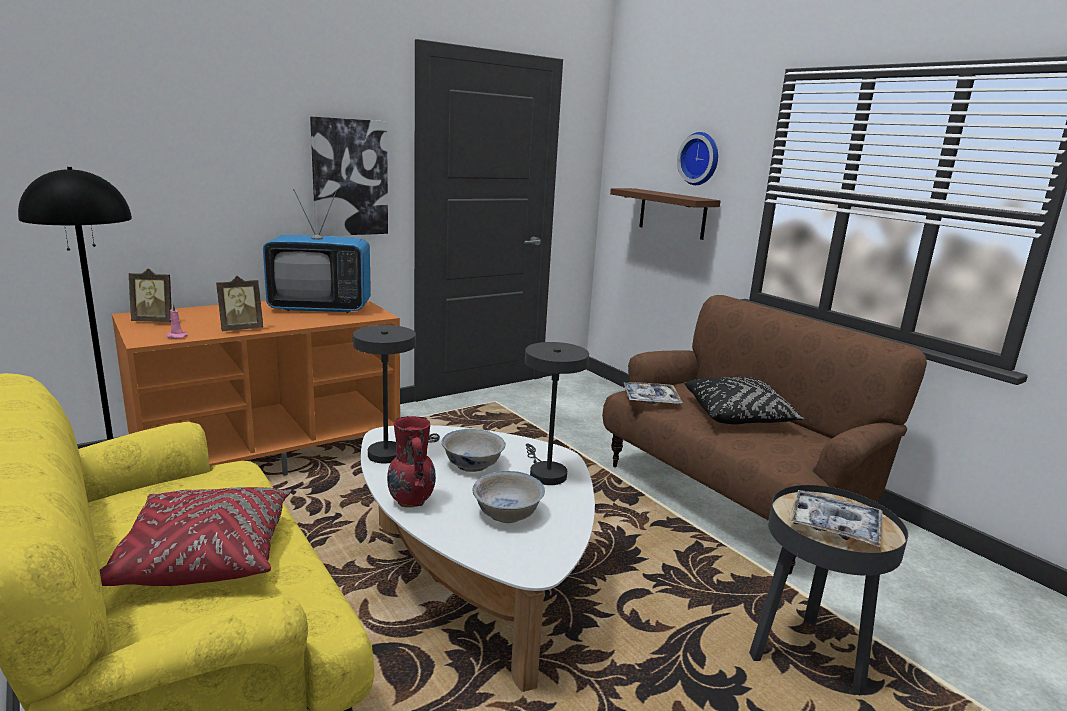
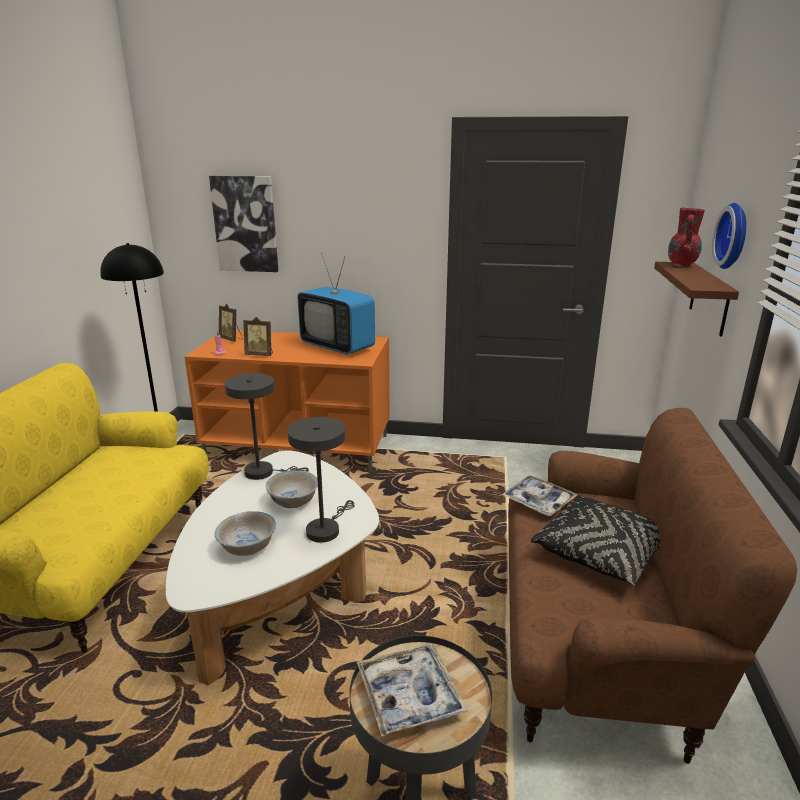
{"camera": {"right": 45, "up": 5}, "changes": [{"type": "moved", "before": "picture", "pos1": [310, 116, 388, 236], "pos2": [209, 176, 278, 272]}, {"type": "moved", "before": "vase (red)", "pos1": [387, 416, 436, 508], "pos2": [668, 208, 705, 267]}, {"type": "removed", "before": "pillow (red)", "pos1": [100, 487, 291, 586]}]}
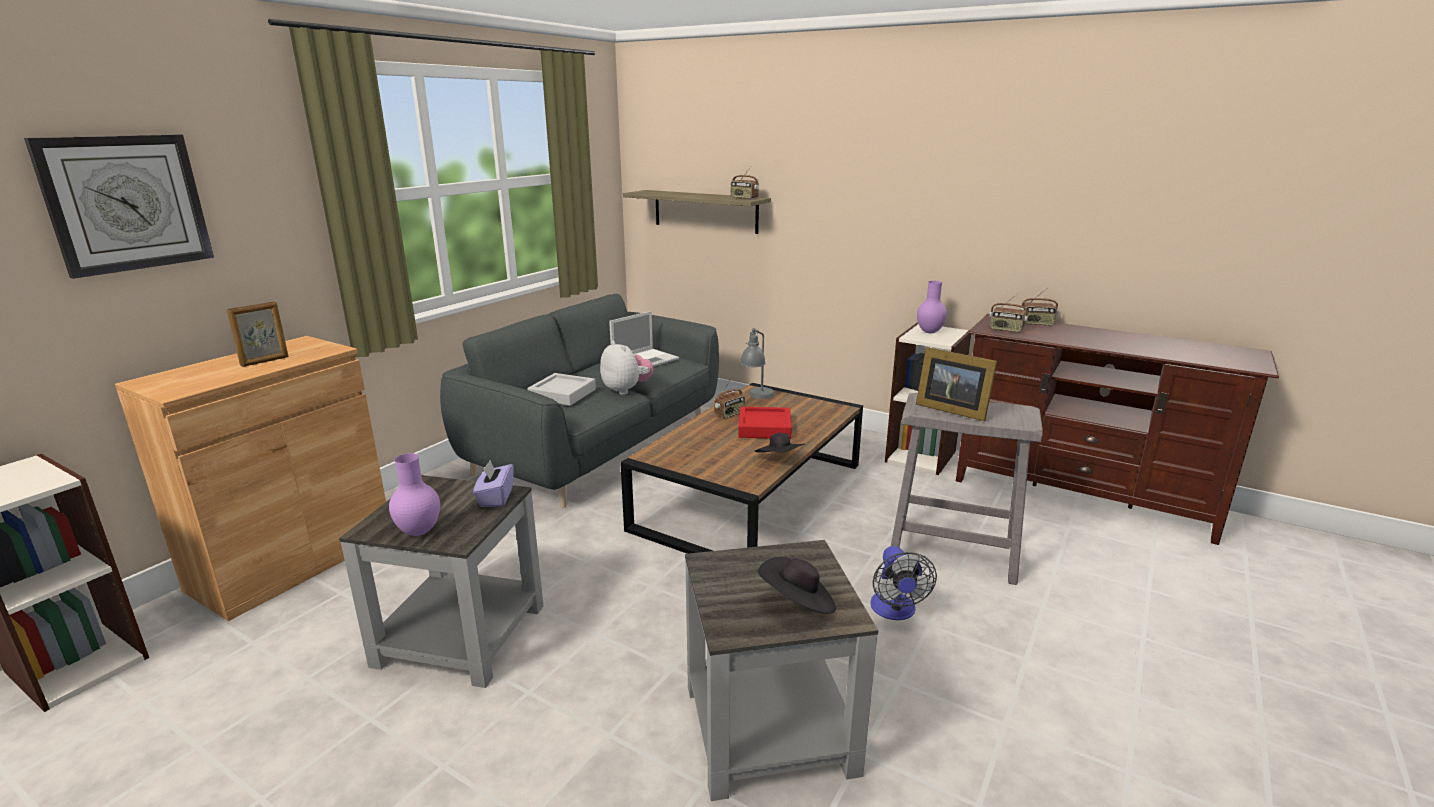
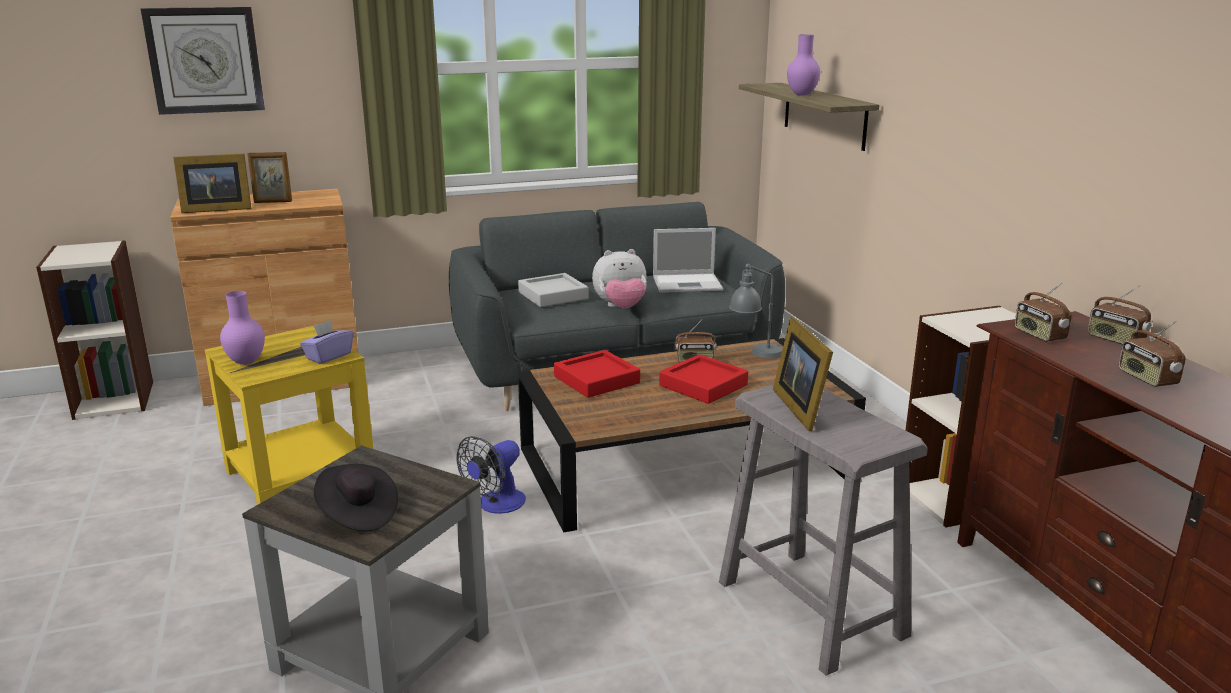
{"camera": {"right": 40, "up": 0}, "changes": [{"type": "added", "after": "picture frame", "pos2": [173, 153, 251, 213]}, {"type": "recoloured", "before": "side table (grey)", "after": "side table (yellow)", "pos1": [339, 475, 543, 688], "pos2": [205, 326, 374, 505]}, {"type": "moved", "before": "fan", "pos1": [870, 546, 937, 620], "pos2": [456, 436, 526, 514]}, {"type": "added", "after": "tray (red)", "pos2": [554, 350, 640, 398]}, {"type": "turned", "before": "plush toy", "pos1": [600, 340, 653, 395], "pos2": [592, 249, 647, 309], "turn": 75}, {"type": "moved", "before": "vase (purple)", "pos1": [917, 281, 947, 333], "pos2": [787, 34, 820, 96]}, {"type": "moved", "before": "radio", "pos1": [731, 167, 759, 199], "pos2": [1119, 321, 1186, 387]}, {"type": "removed", "before": "hat (black)", "pos1": [755, 433, 805, 453]}]}
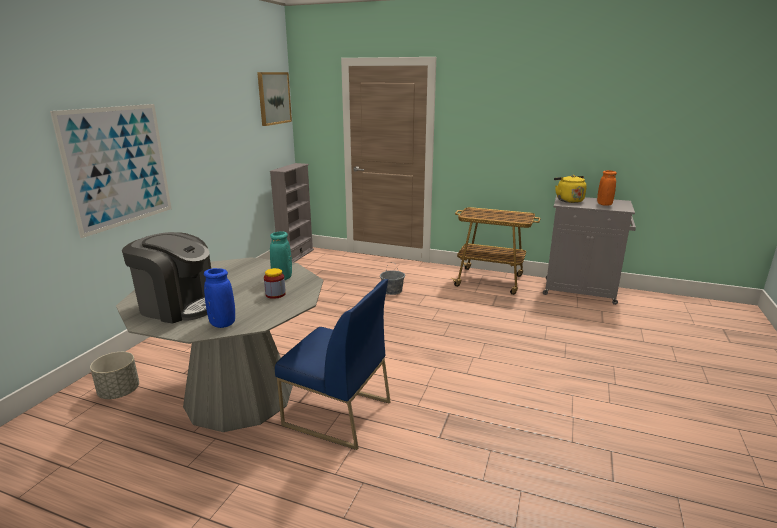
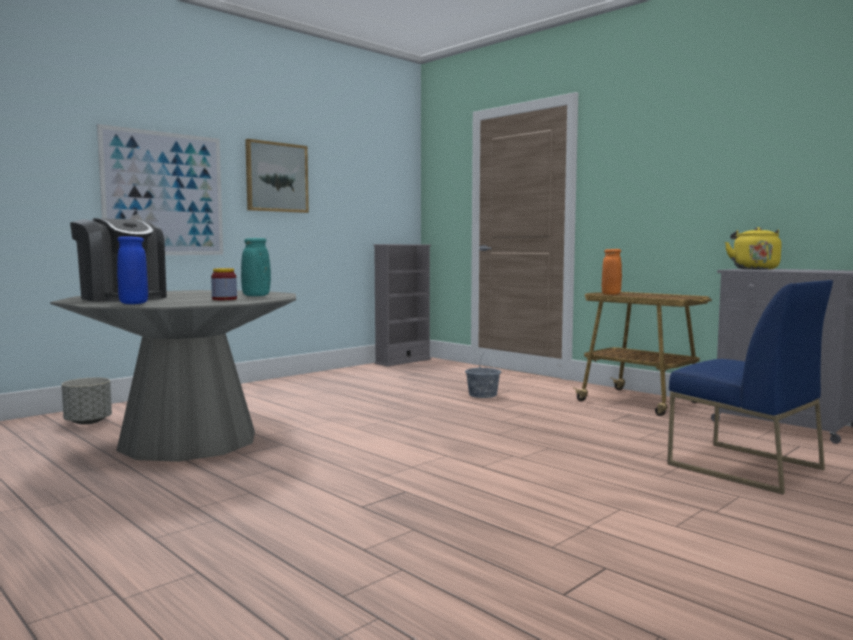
{"camera": {"right": 25, "up": -15}, "changes": [{"type": "moved", "before": "picture", "pos1": [257, 72, 292, 126], "pos2": [245, 139, 309, 213]}, {"type": "moved", "before": "vase (orange)", "pos1": [597, 170, 617, 206], "pos2": [602, 249, 622, 295]}, {"type": "moved", "before": "chair (blue)", "pos1": [275, 279, 391, 450], "pos2": [667, 280, 833, 494]}]}
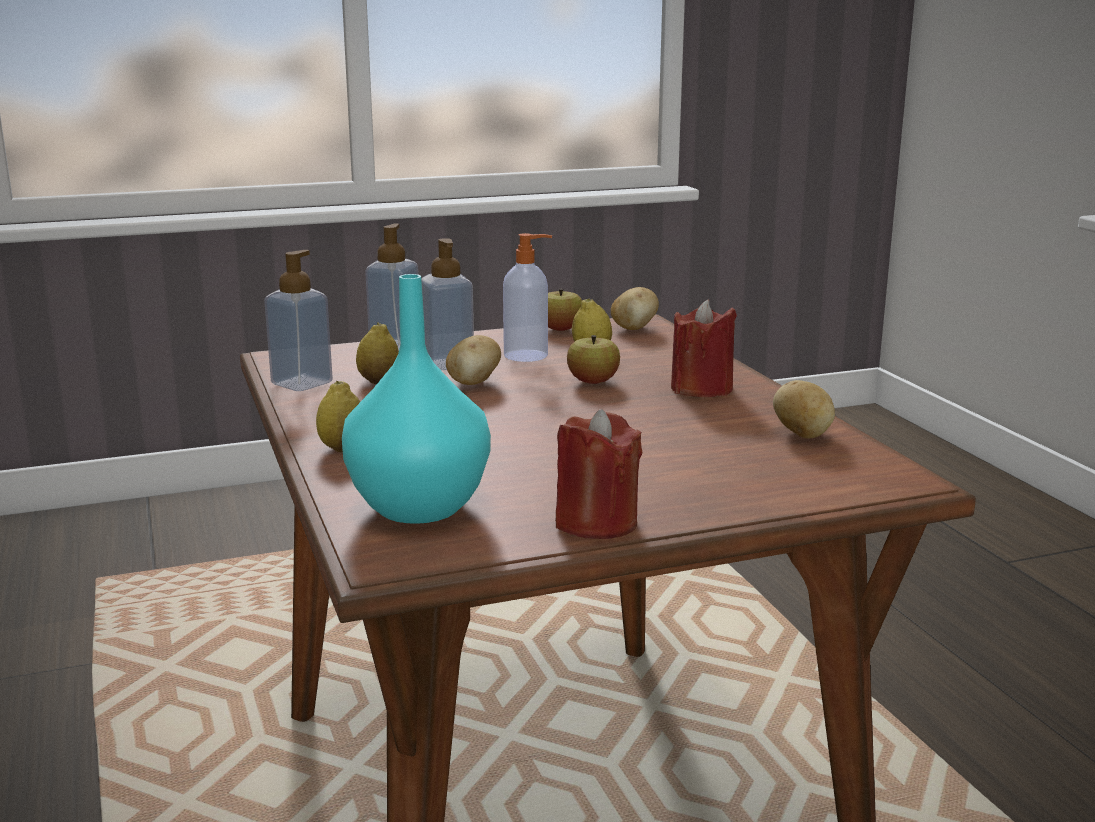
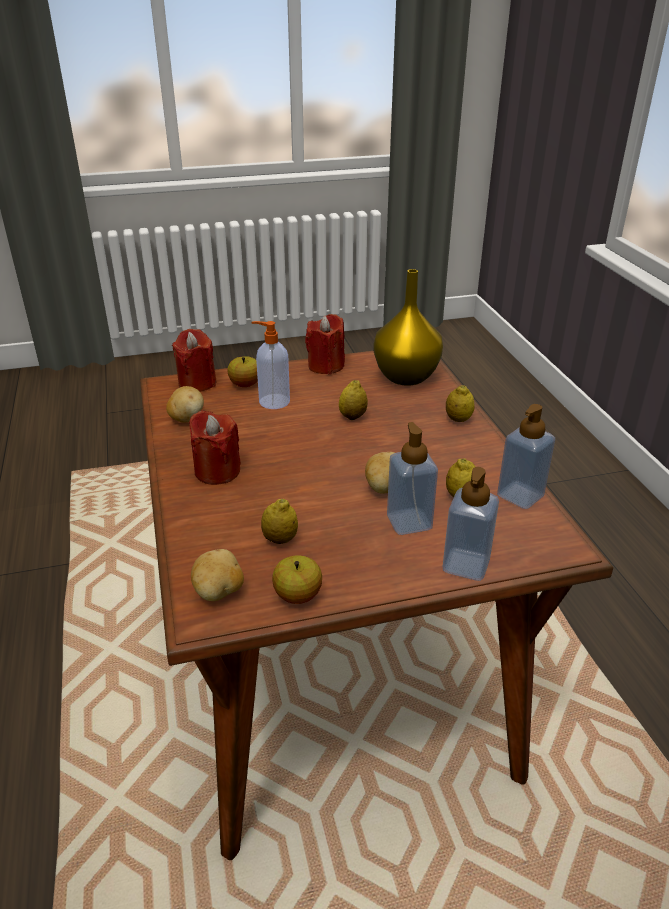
{"camera": {"right": -175, "up": 15}, "changes": [{"type": "added", "after": "candle (red)", "pos2": [172, 329, 216, 392]}, {"type": "moved", "before": "apple", "pos1": [567, 335, 620, 384], "pos2": [227, 356, 258, 387]}, {"type": "moved", "before": "soap dispenser", "pos1": [503, 233, 552, 362], "pos2": [251, 321, 290, 409]}, {"type": "added", "after": "lemon", "pos2": [339, 380, 368, 420]}, {"type": "recoloured", "before": "vase (turquoise)", "after": "vase (yellow)", "pos1": [342, 274, 491, 524], "pos2": [373, 269, 443, 386]}]}
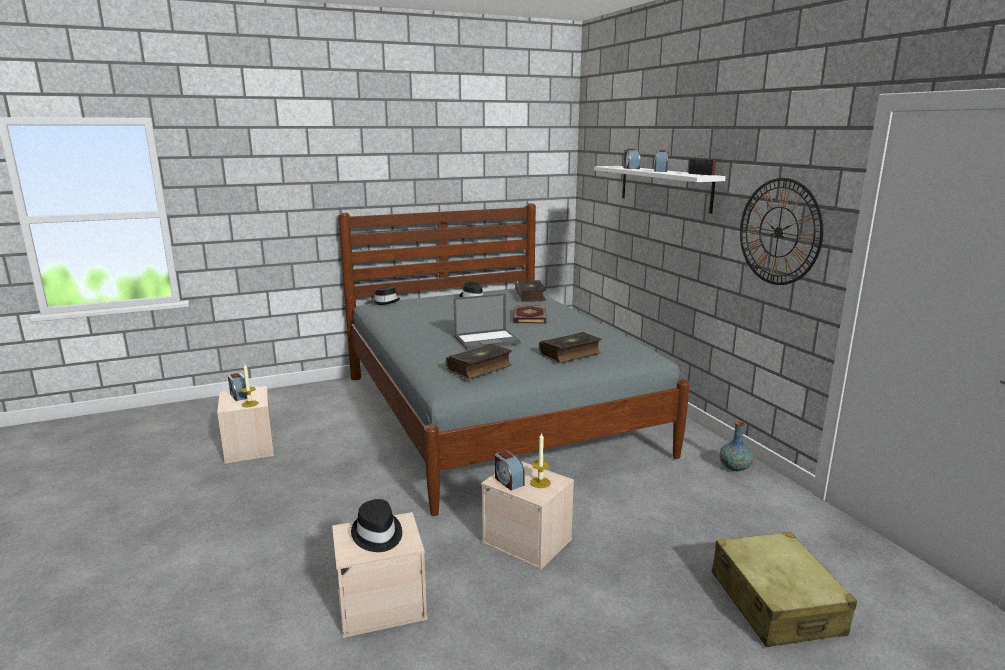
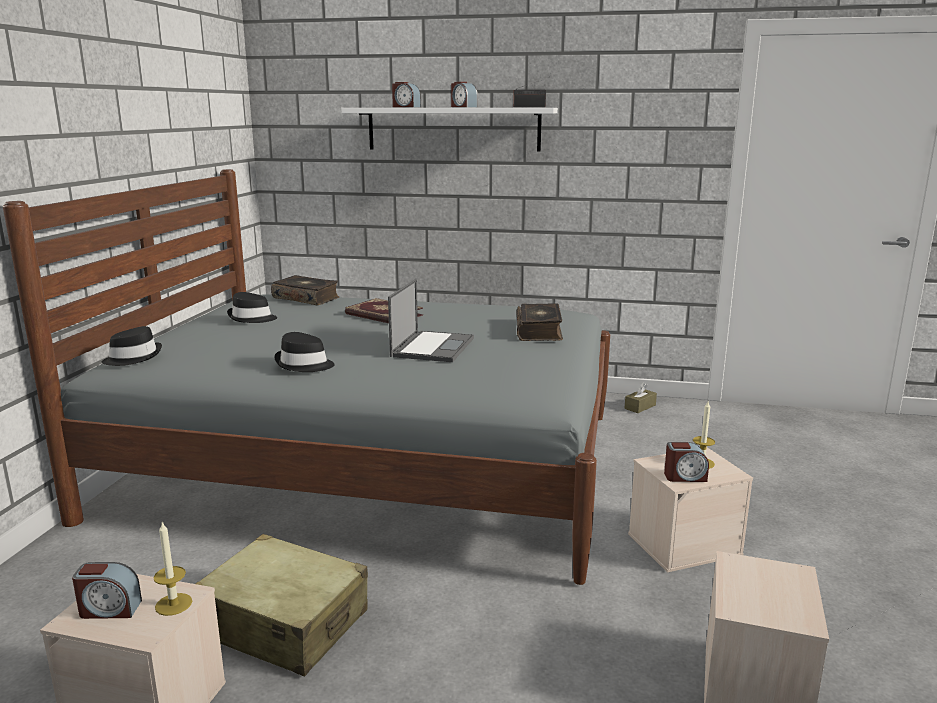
{"camera": {"right": -55, "up": 0}, "changes": [{"type": "moved", "before": "suitcase (beige)", "pos1": [712, 532, 857, 647], "pos2": [196, 534, 368, 676]}, {"type": "moved", "before": "hat (black)", "pos1": [351, 499, 402, 552], "pos2": [274, 332, 335, 372]}, {"type": "replaced", "before": "vase", "after": "tissue box (brown)", "pos1": [719, 421, 754, 471], "pos2": [624, 382, 657, 413]}, {"type": "removed", "before": "book", "pos1": [446, 344, 512, 379]}, {"type": "removed", "before": "wall clock", "pos1": [740, 178, 823, 285]}]}
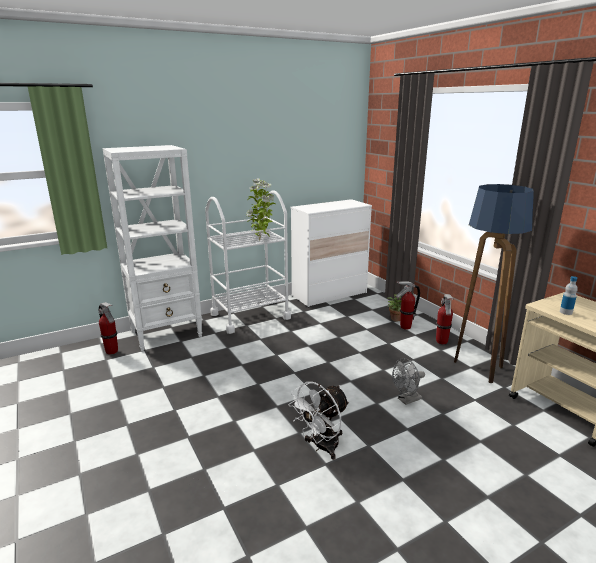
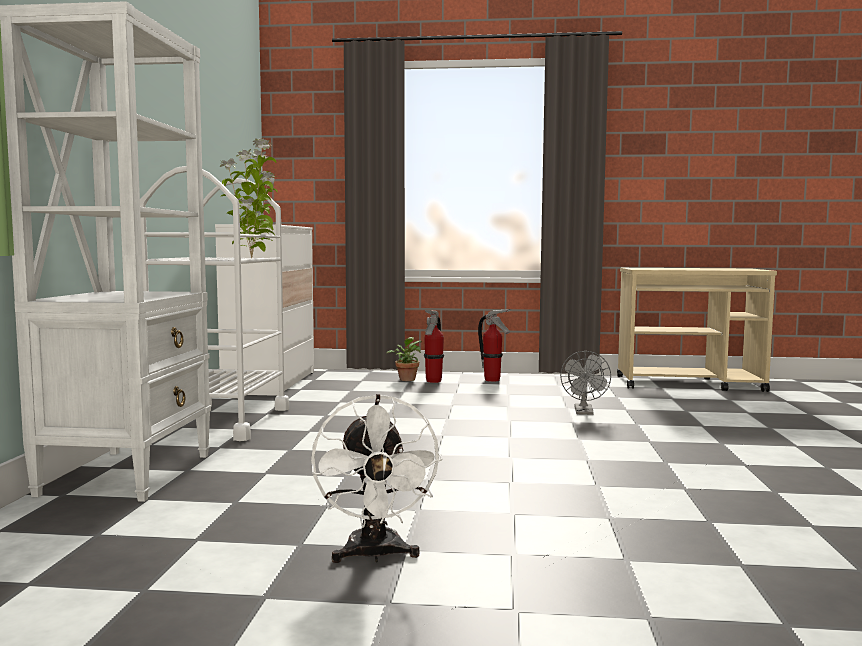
{"camera": {"right": -55, "up": -15}, "changes": [{"type": "moved", "before": "fan (white)", "pos1": [289, 382, 349, 460], "pos2": [311, 394, 443, 563]}, {"type": "removed", "before": "fire extinguisher", "pos1": [98, 302, 118, 355]}, {"type": "removed", "before": "floor lamp", "pos1": [454, 184, 534, 383]}, {"type": "removed", "before": "bottle", "pos1": [560, 276, 578, 315]}]}
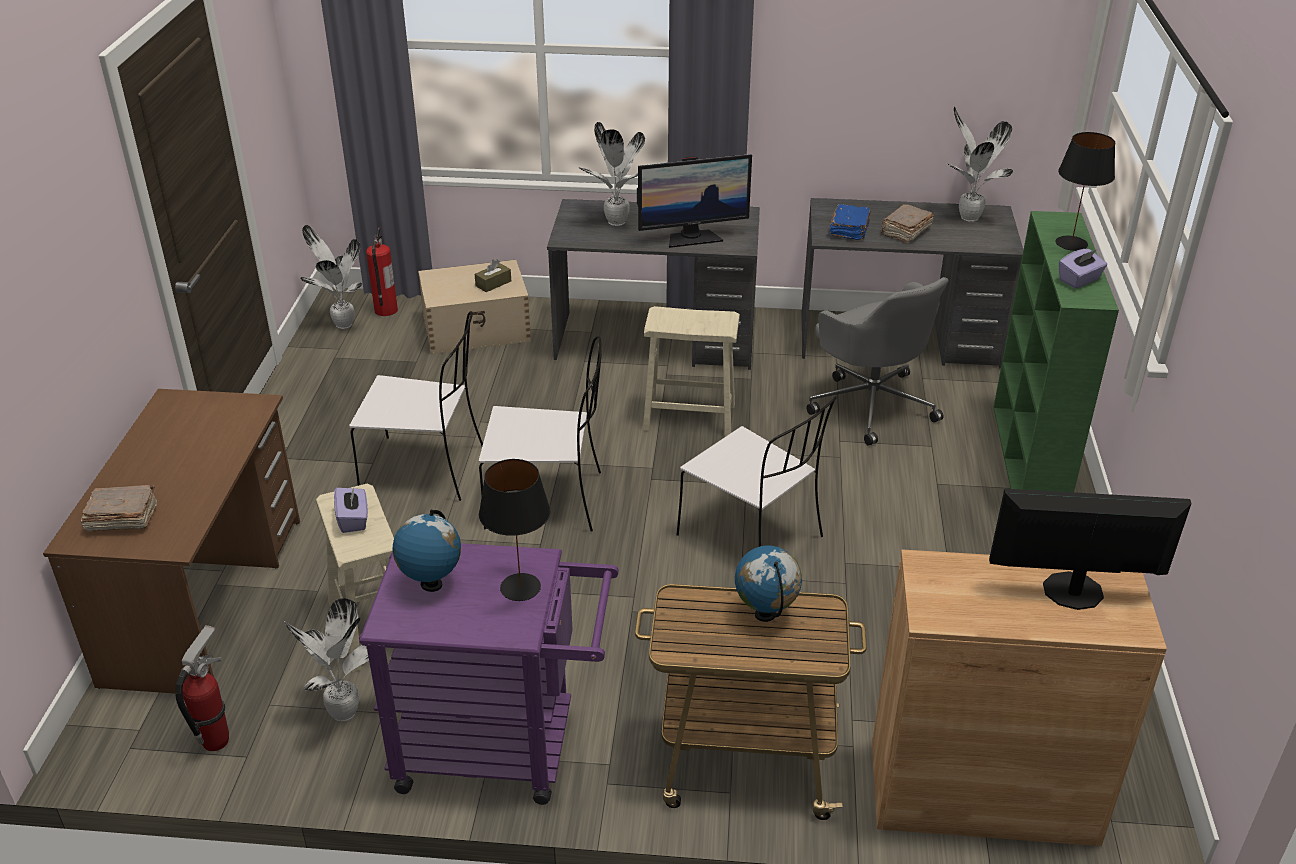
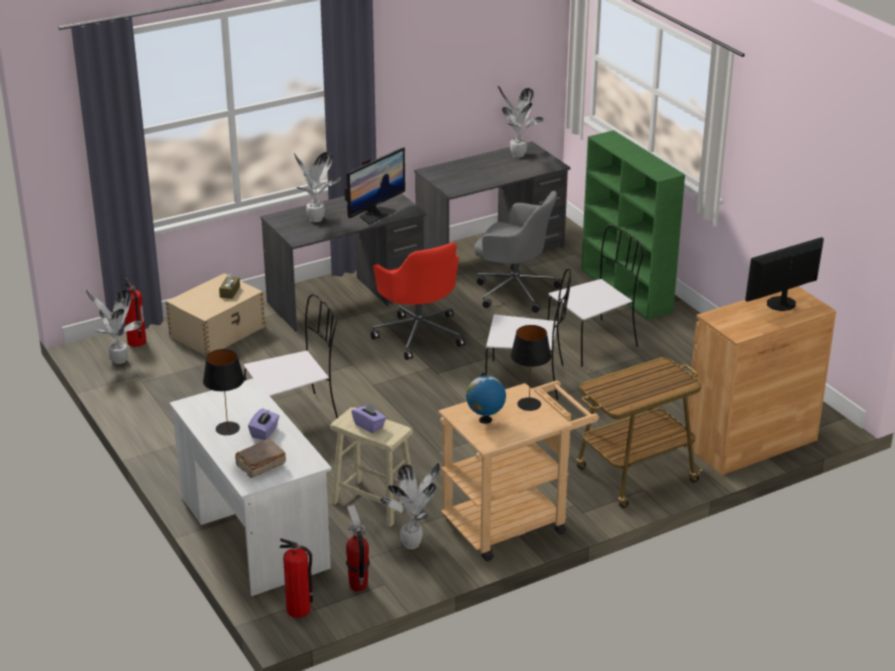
{"camera": {"right": -35, "up": -5}, "changes": [{"type": "recoloured", "before": "desk (brown)", "after": "desk (white)", "pos1": [43, 389, 300, 694], "pos2": [170, 378, 332, 596]}, {"type": "moved", "before": "table lamp (black)", "pos1": [1056, 132, 1115, 251], "pos2": [203, 349, 245, 435]}, {"type": "moved", "before": "tissue box (purple)", "pos1": [1059, 249, 1107, 288], "pos2": [248, 408, 279, 440]}, {"type": "added", "after": "fire extinguisher", "pos2": [279, 538, 313, 618]}, {"type": "replaced", "before": "stool (beige)", "after": "office chair (red)", "pos1": [643, 306, 740, 437], "pos2": [371, 242, 465, 360]}, {"type": "recoloured", "before": "cart (purple)", "after": "cart (beige)", "pos1": [359, 543, 619, 805], "pos2": [438, 381, 599, 561]}, {"type": "moved", "before": "chair (white)", "pos1": [479, 336, 602, 532], "pos2": [548, 225, 645, 367]}, {"type": "removed", "before": "globe", "pos1": [735, 545, 802, 622]}, {"type": "removed", "before": "book (blue)", "pos1": [830, 204, 871, 240]}, {"type": "removed", "before": "book (brown)", "pos1": [881, 204, 934, 243]}]}
